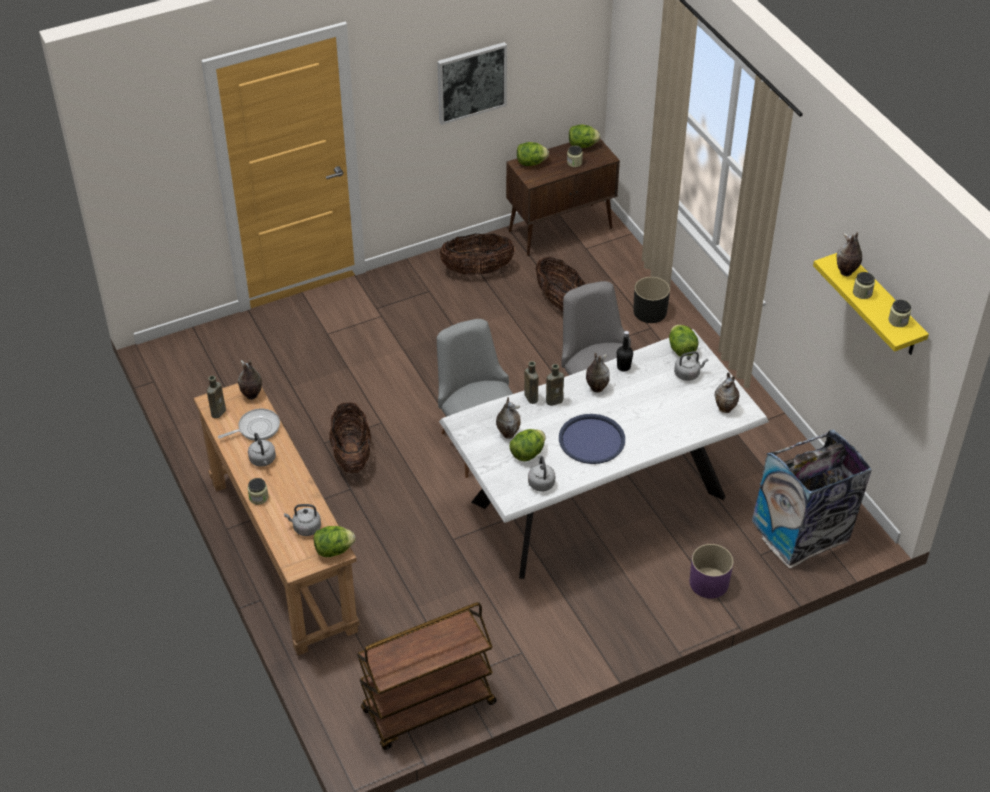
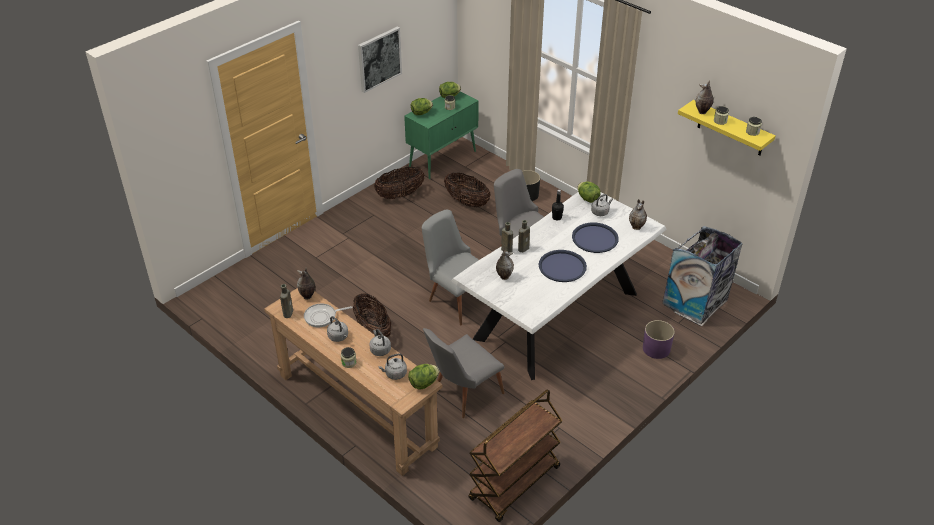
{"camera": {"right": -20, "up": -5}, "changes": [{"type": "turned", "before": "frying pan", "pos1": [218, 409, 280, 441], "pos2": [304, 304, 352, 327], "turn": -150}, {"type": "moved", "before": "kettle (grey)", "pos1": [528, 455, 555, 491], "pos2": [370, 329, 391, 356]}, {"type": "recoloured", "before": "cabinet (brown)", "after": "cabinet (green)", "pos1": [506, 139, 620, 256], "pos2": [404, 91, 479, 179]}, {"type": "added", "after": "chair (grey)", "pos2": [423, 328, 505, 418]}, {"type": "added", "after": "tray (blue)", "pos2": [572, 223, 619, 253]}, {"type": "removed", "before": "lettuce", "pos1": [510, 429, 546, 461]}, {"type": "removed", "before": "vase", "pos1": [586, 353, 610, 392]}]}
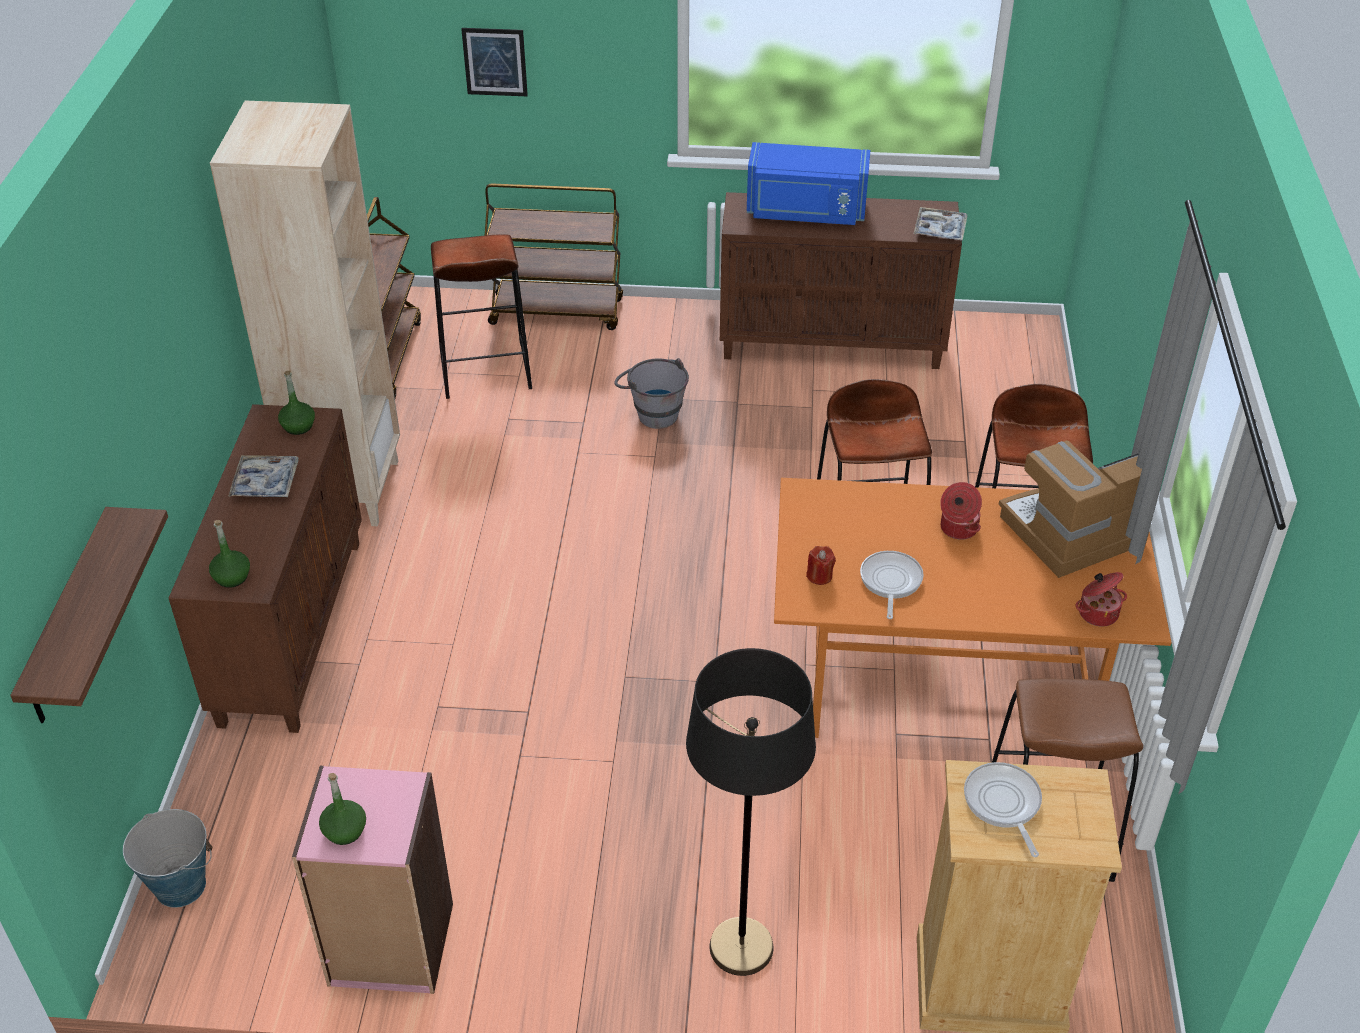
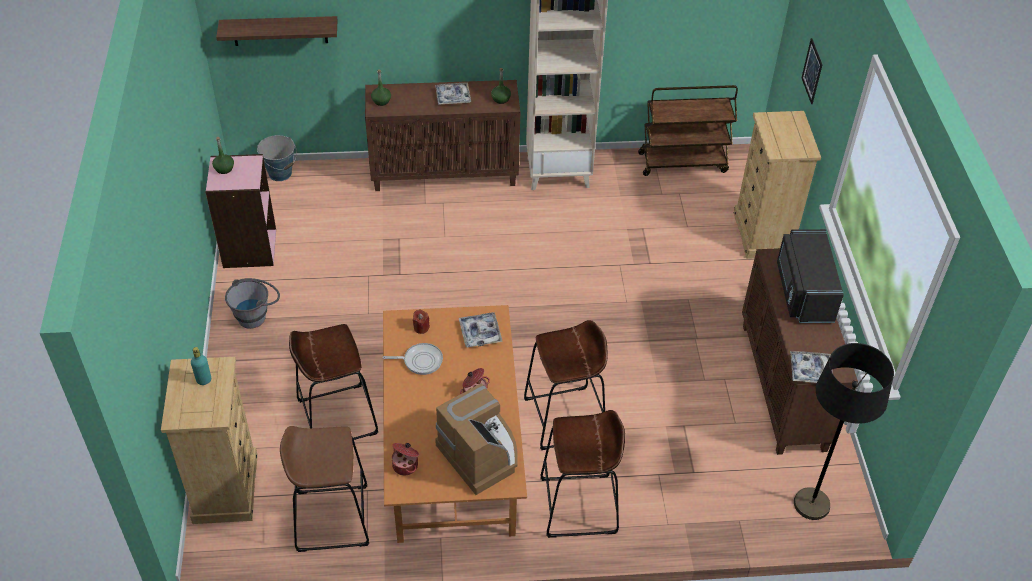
{"camera": {"right": 80, "up": 5}, "changes": [{"type": "replaced", "before": "frying pan", "after": "bottle (turquoise)", "pos1": [964, 762, 1042, 857], "pos2": [191, 347, 211, 385]}, {"type": "moved", "before": "bucket (grey)", "pos1": [614, 358, 689, 429], "pos2": [225, 278, 280, 329]}, {"type": "moved", "before": "stool (brown)", "pos1": [431, 234, 532, 399], "pos2": [289, 324, 378, 440]}, {"type": "added", "after": "tray", "pos2": [459, 312, 503, 348]}, {"type": "replaced", "before": "cart (brown)", "after": "dresser (beige)", "pos1": [485, 184, 623, 330], "pos2": [734, 111, 821, 259]}, {"type": "recoloured", "before": "microwave (blue)", "after": "microwave (black)", "pos1": [747, 142, 871, 225], "pos2": [777, 229, 844, 323]}, {"type": "moved", "before": "floor lamp (black)", "pos1": [686, 648, 816, 976], "pos2": [794, 343, 894, 520]}]}
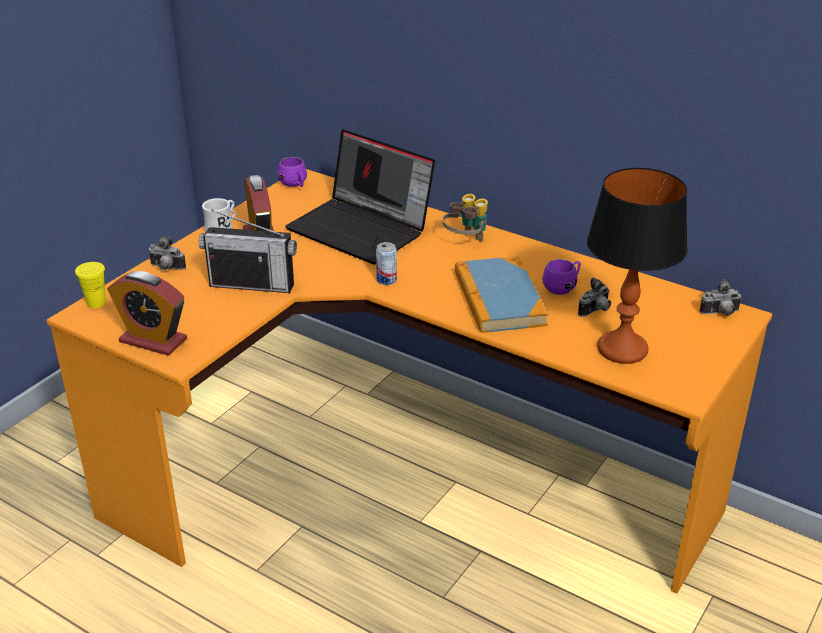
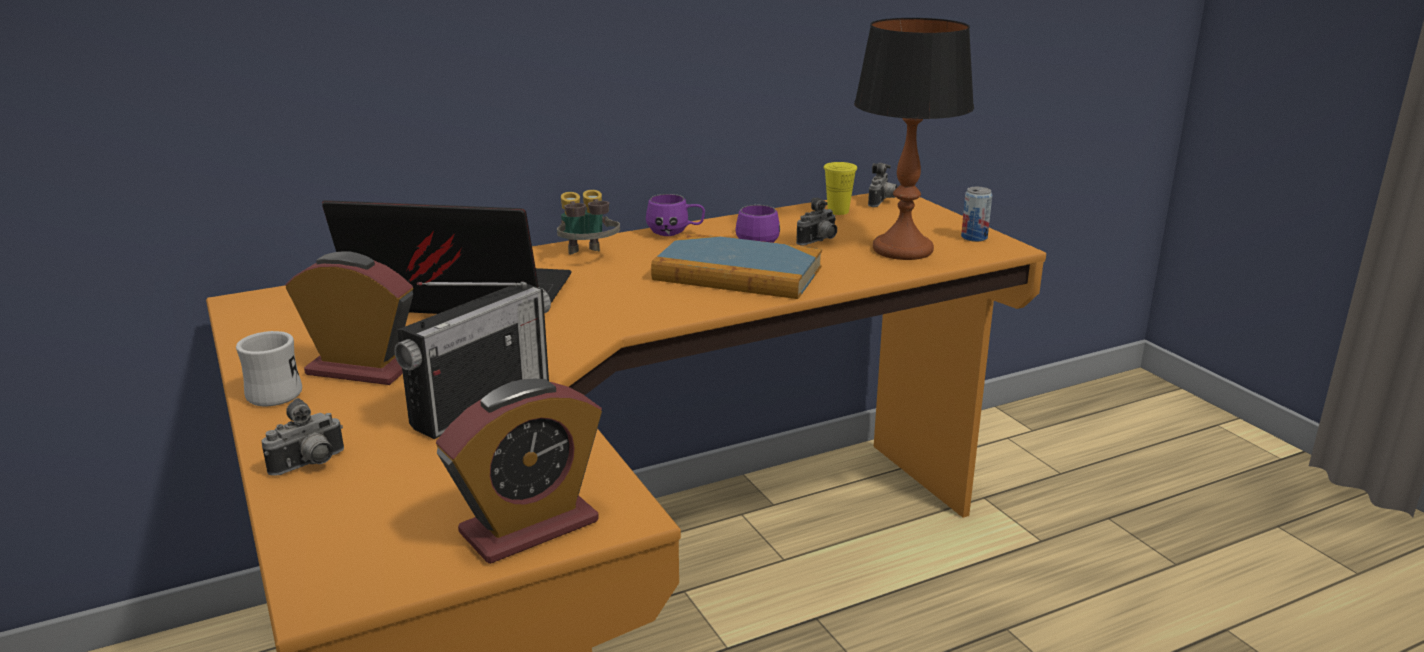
{"camera": {"right": -60, "up": -10}, "changes": [{"type": "turned", "before": "laptop", "pos1": [285, 129, 435, 265], "pos2": [322, 200, 572, 314], "turn": -150}, {"type": "moved", "before": "mug (purple)", "pos1": [278, 157, 307, 187], "pos2": [646, 194, 705, 236]}, {"type": "turned", "before": "photo camera", "pos1": [578, 277, 611, 317], "pos2": [796, 198, 837, 246], "turn": 60}, {"type": "moved", "before": "cup (yellow)", "pos1": [75, 262, 106, 308], "pos2": [824, 162, 857, 215]}, {"type": "moved", "before": "can", "pos1": [376, 242, 397, 285], "pos2": [961, 187, 992, 242]}]}
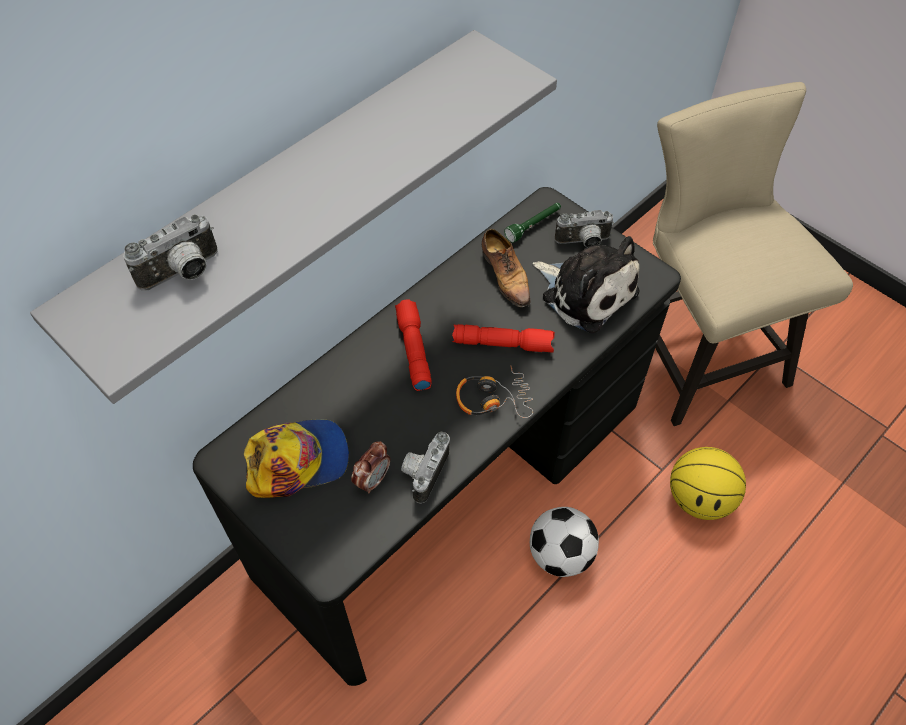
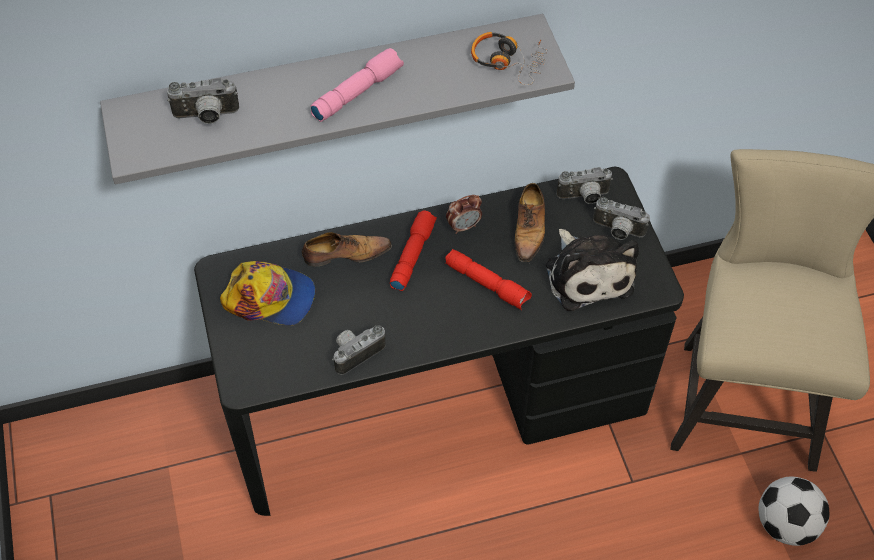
{"camera": {"right": 30, "up": 0}, "changes": [{"type": "added", "after": "shoe", "pos2": [302, 232, 392, 267]}, {"type": "added", "after": "flashlight (pink)", "pos2": [310, 48, 404, 122]}, {"type": "moved", "before": "alarm clock", "pos1": [351, 441, 390, 493], "pos2": [446, 195, 482, 234]}, {"type": "moved", "before": "headphones", "pos1": [456, 365, 533, 418], "pos2": [471, 32, 547, 85]}, {"type": "replaced", "before": "flashlight (green)", "after": "photo camera", "pos1": [504, 203, 561, 243], "pos2": [557, 167, 613, 204]}, {"type": "moved", "before": "football", "pos1": [530, 507, 599, 577], "pos2": [759, 476, 829, 546]}, {"type": "removed", "before": "basketball", "pos1": [670, 447, 746, 520]}]}
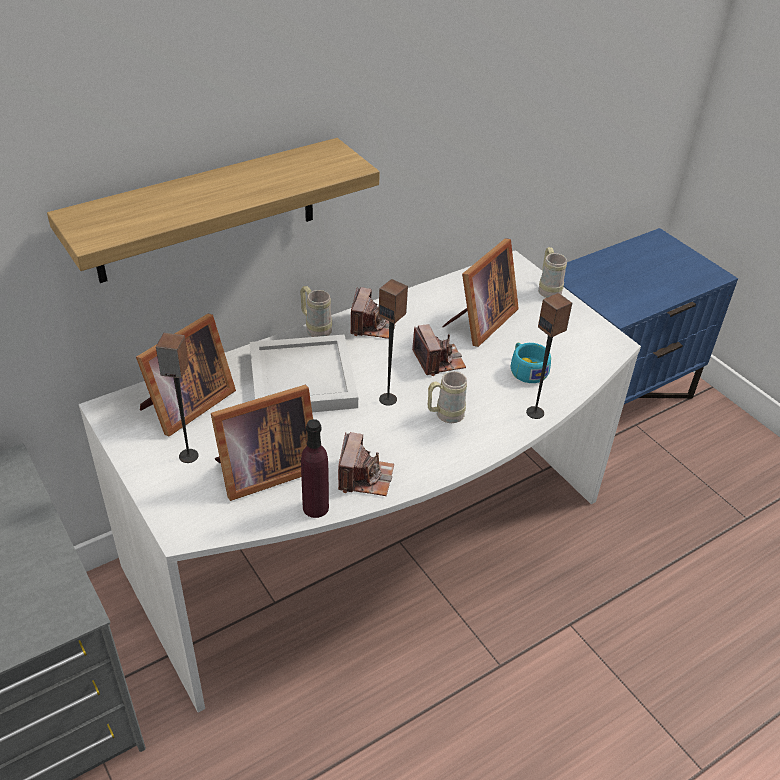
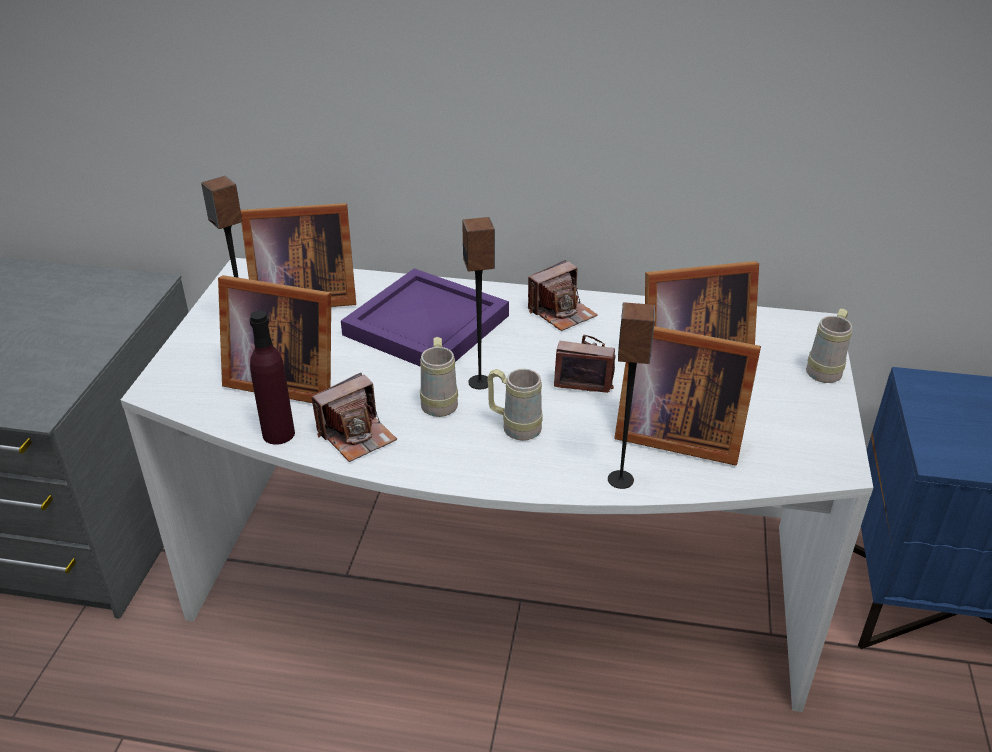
{"camera": {"right": 45, "up": -5}, "changes": [{"type": "recoloured", "before": "tray (white)", "after": "tray (purple)", "pos1": [250, 335, 358, 412], "pos2": [341, 268, 509, 367]}, {"type": "moved", "before": "mug (beige)", "pos1": [300, 286, 332, 337], "pos2": [420, 337, 458, 417]}, {"type": "turned", "before": "photo camera", "pos1": [412, 324, 466, 376], "pos2": [554, 334, 616, 393], "turn": -105}, {"type": "replaced", "before": "cup (turquoise)", "after": "picture frame", "pos1": [511, 343, 551, 383], "pos2": [614, 326, 761, 466]}, {"type": "removed", "before": "shelf", "pos1": [47, 138, 380, 283]}]}
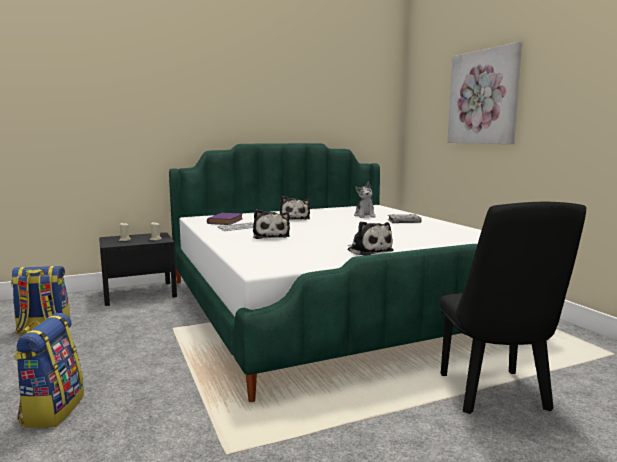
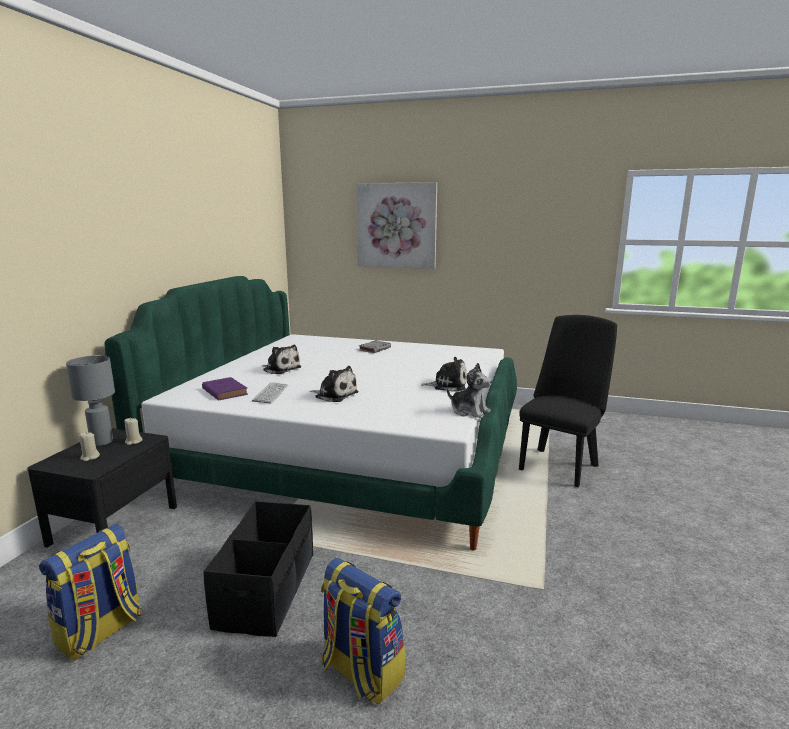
{"camera": {"right": -50, "up": 5}, "changes": [{"type": "added", "after": "table lamp (grey)", "pos2": [66, 355, 115, 446]}, {"type": "added", "after": "storage box (black)", "pos2": [203, 501, 313, 637]}, {"type": "moved", "before": "plush toy", "pos1": [354, 182, 376, 218], "pos2": [447, 363, 492, 418]}, {"type": "turned", "before": "chair (black)", "pos1": [440, 202, 586, 414], "pos2": [519, 315, 617, 487], "turn": -90}]}
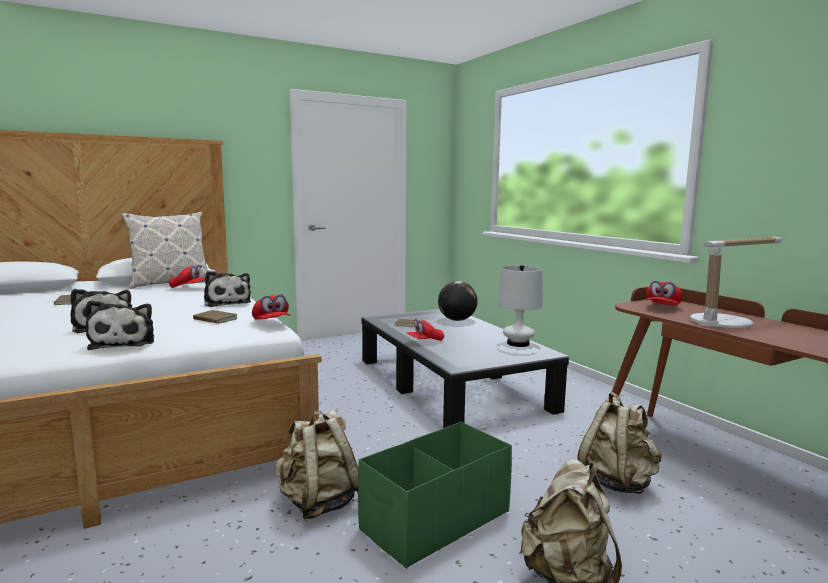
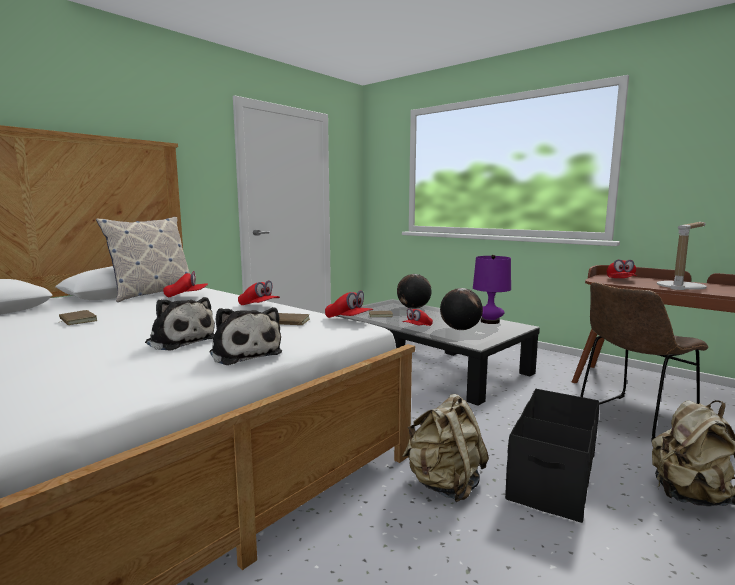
{"camera": {"right": -20, "up": 0}, "changes": [{"type": "replaced", "before": "plush toy", "after": "cap (red)", "pos1": [204, 271, 251, 307], "pos2": [238, 280, 280, 305]}, {"type": "added", "after": "globe", "pos2": [440, 288, 483, 330]}, {"type": "recoloured", "before": "table lamp (white)", "after": "table lamp (purple)", "pos1": [498, 265, 543, 347], "pos2": [473, 255, 511, 324]}, {"type": "recoloured", "before": "storage box (green)", "after": "storage box (black)", "pos1": [358, 422, 512, 569], "pos2": [505, 389, 599, 523]}, {"type": "replaced", "before": "backpack (beige)", "after": "chair (brown)", "pos1": [577, 392, 662, 494], "pos2": [580, 282, 709, 442]}]}
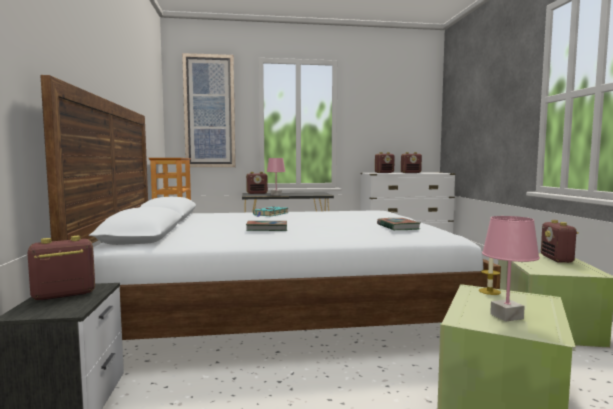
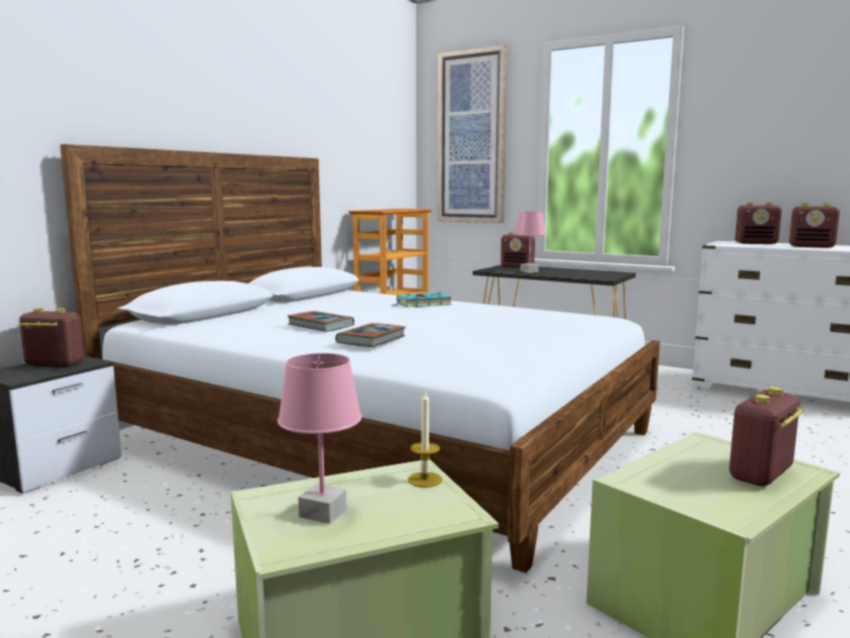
{"camera": {"right": 40, "up": 5}, "changes": [{"type": "moved", "before": "book", "pos1": [377, 218, 420, 231], "pos2": [335, 323, 406, 347]}]}
